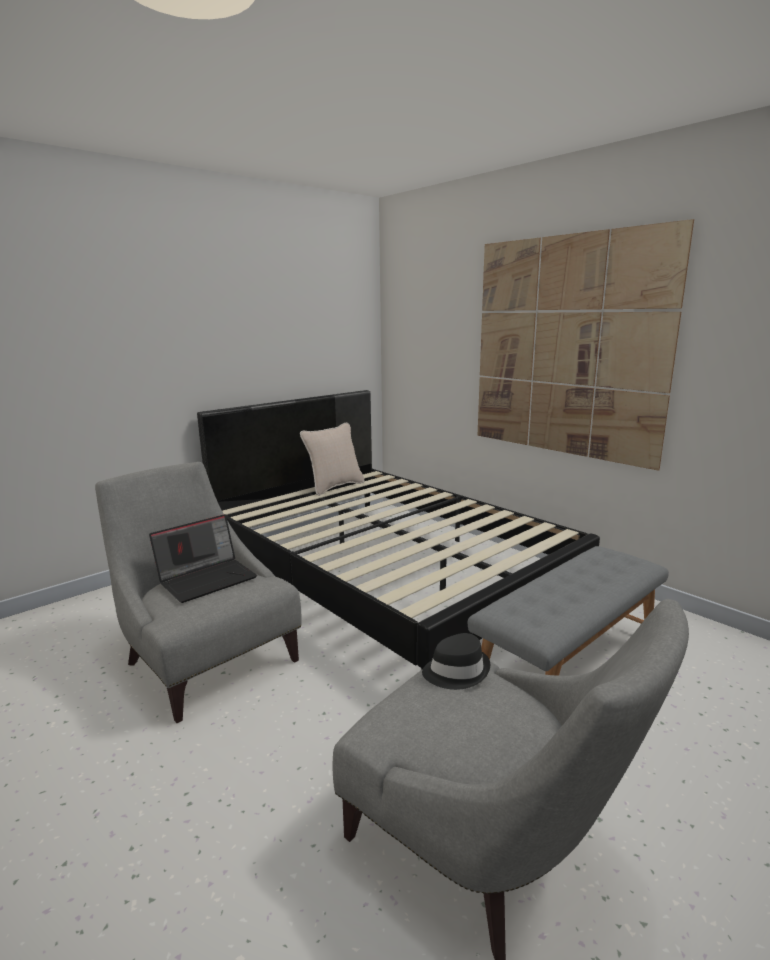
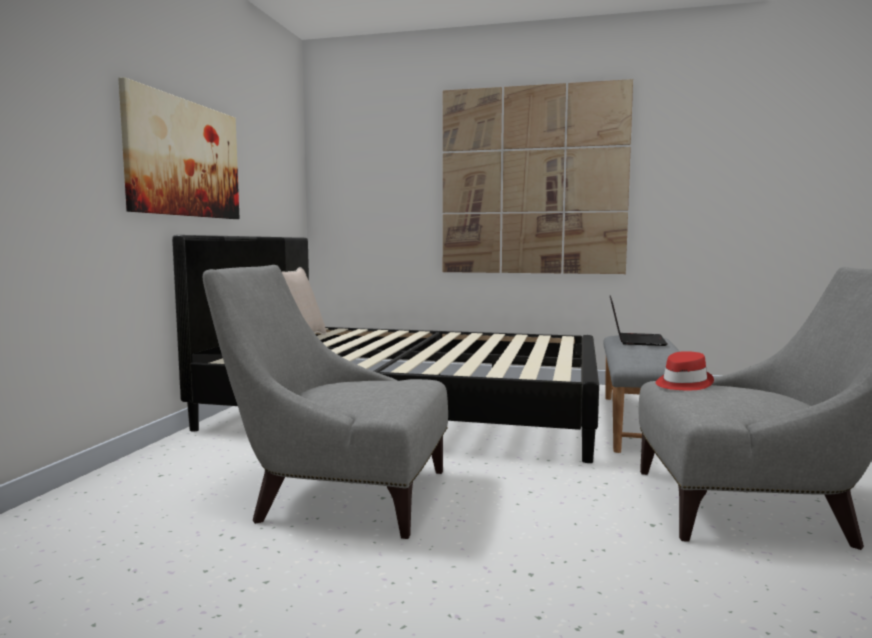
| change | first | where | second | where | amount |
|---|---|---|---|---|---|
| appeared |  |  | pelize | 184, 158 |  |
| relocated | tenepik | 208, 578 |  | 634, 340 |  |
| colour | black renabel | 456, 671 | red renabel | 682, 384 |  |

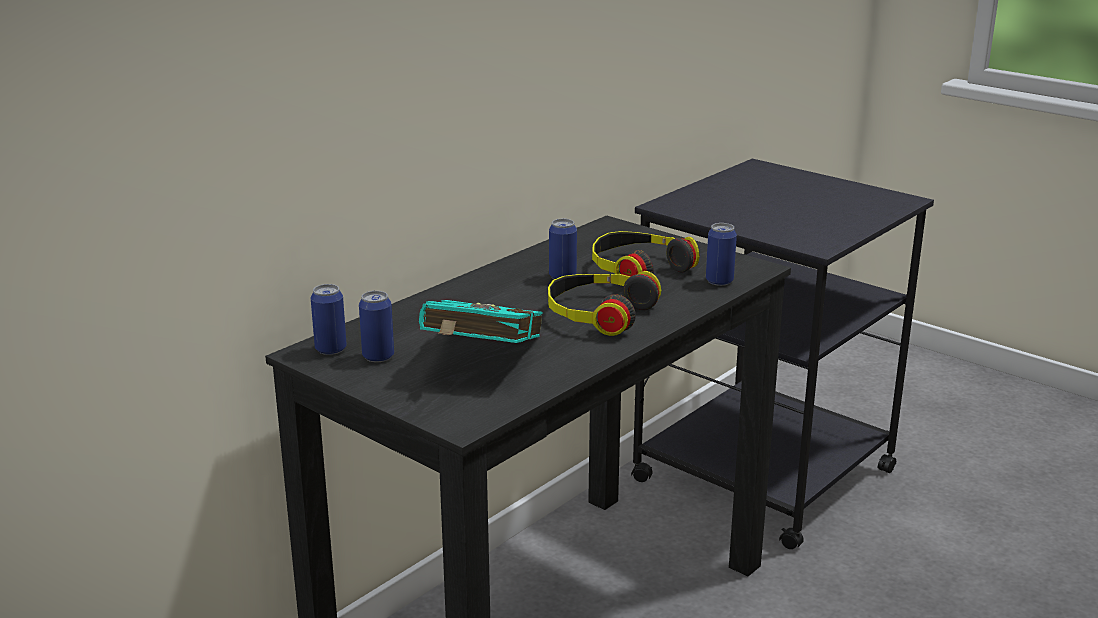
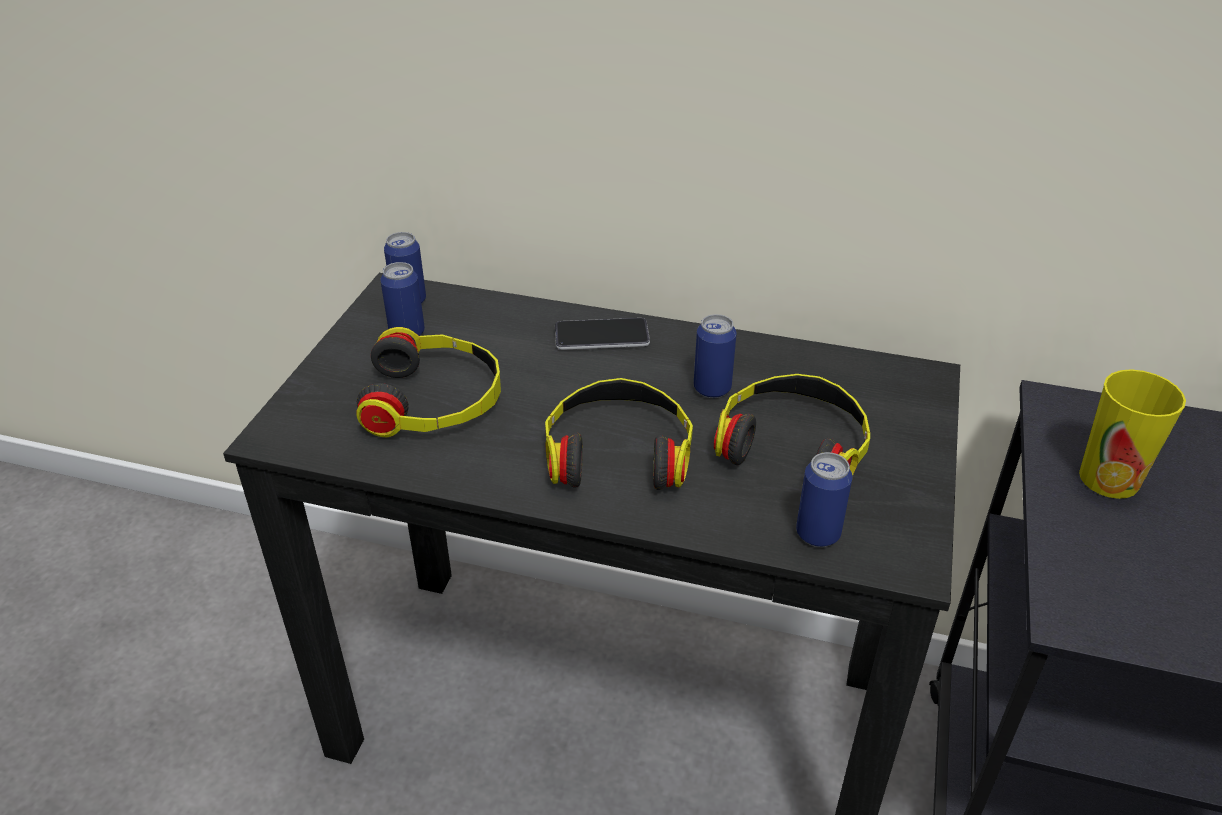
| change | first | where | second | where | amount |
|---|---|---|---|---|---|
| appeared |  |  | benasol | 601, 336 |  |
| appeared |  |  | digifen | 1109, 478 |  |
| exchanged | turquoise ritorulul | 480, 359 | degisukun | 434, 400 |  |

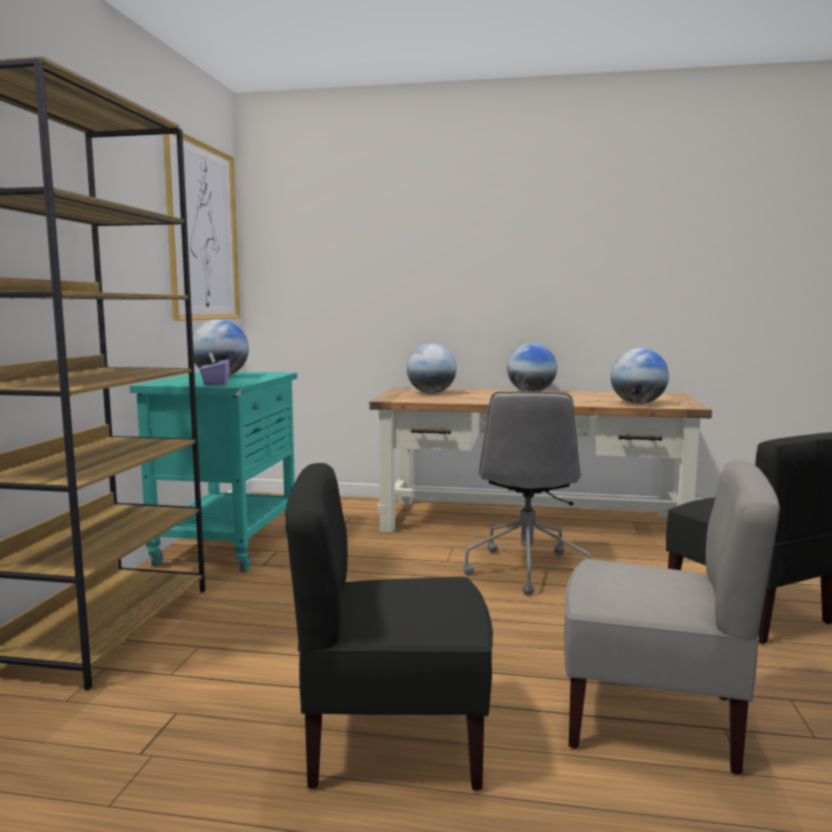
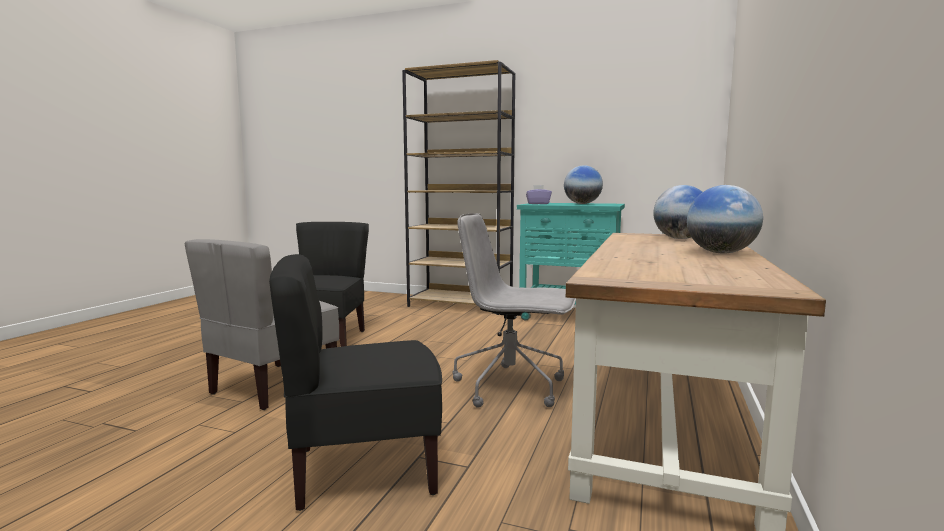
| change | first | where | second | where | amount |
|---|---|---|---|---|---|
| missing | pelize | 203, 232 |  |  |  |
| missing | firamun | 637, 403 |  |  |  |

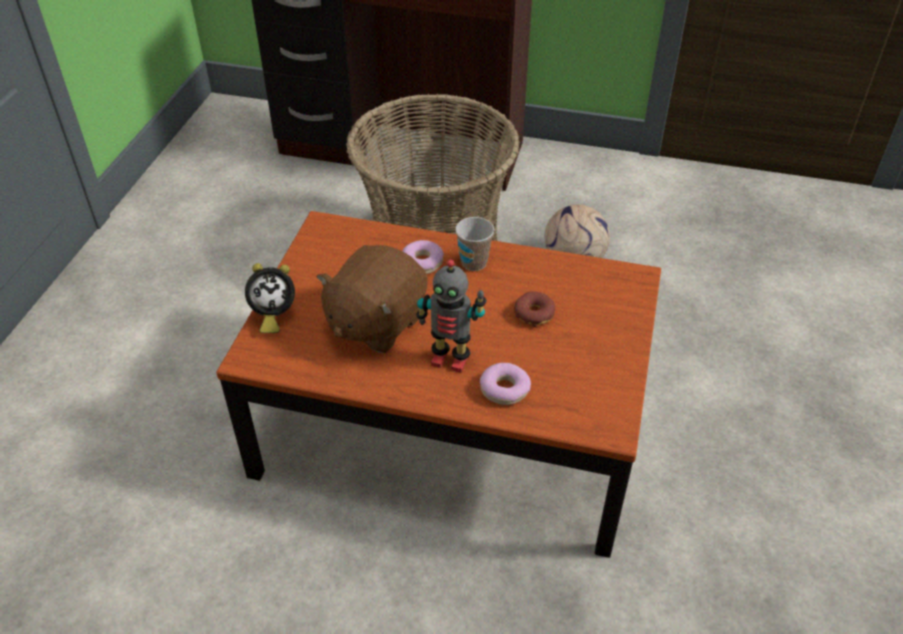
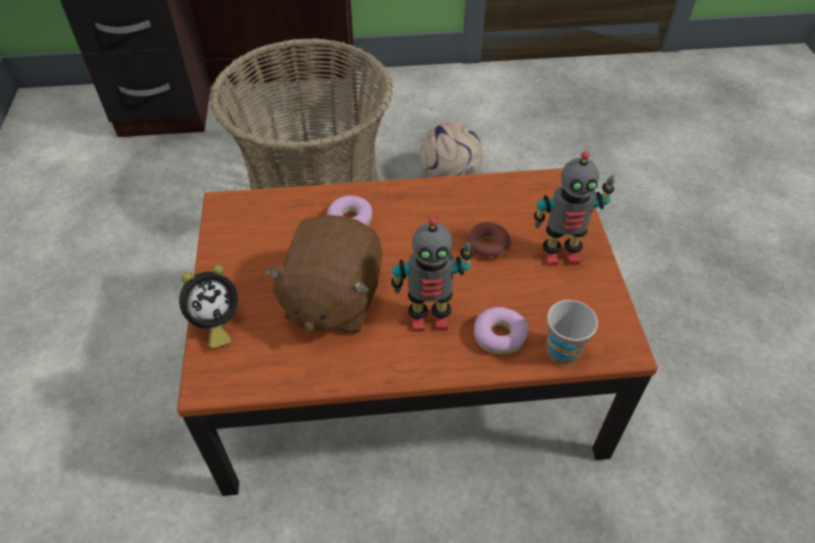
| change | first | where | second | where | amount |
|---|---|---|---|---|---|
| appeared |  |  | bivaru | 560, 254 |  |
| relocated | digifen | 474, 262 |  | 562, 352 |  |

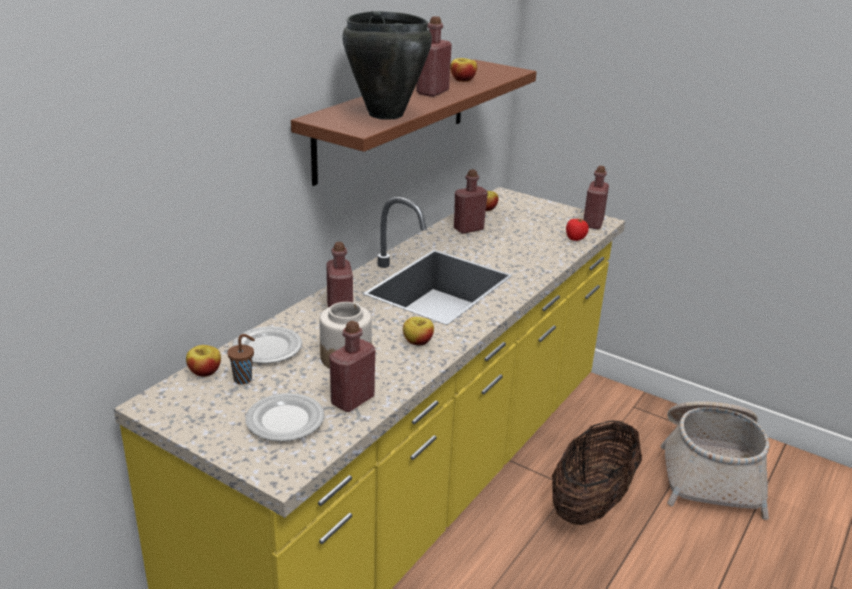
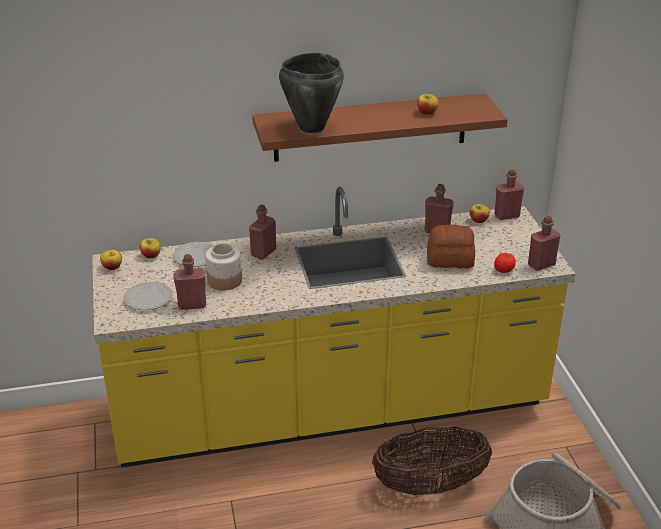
| change | first | where | second | where | amount |
|---|---|---|---|---|---|
| missing | brown digifen | 244, 379 |  |  |  |
| appeared |  |  | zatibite | 449, 260 |  |
| relocated | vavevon | 417, 342 |  | 112, 267 |  |
| relocated | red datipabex | 432, 92 |  | 507, 215 |  |

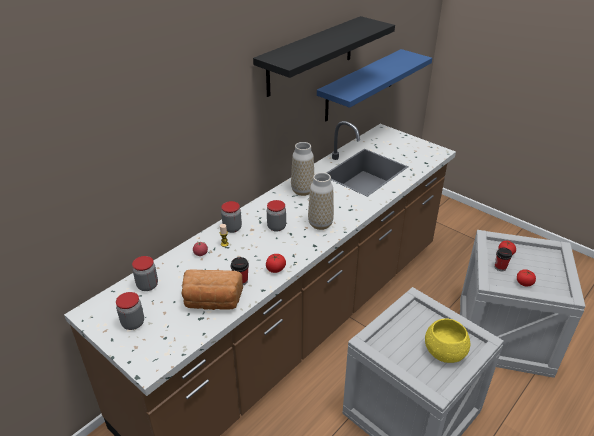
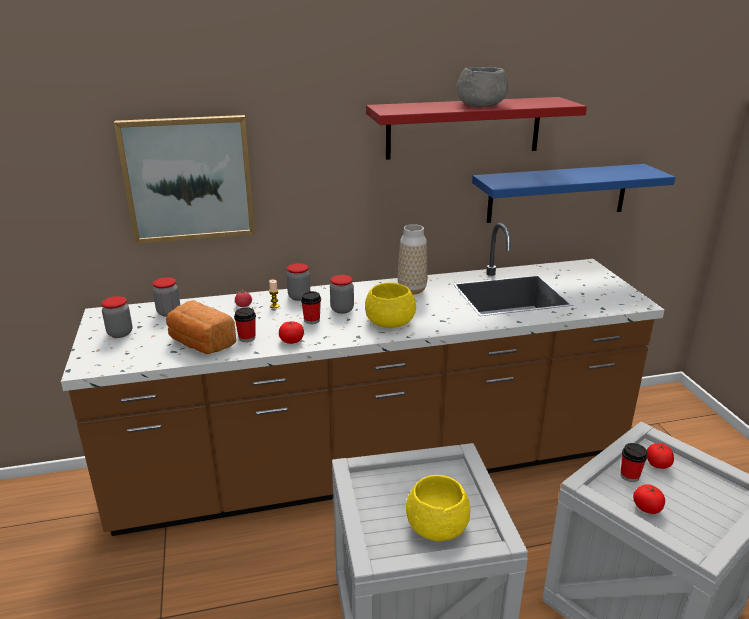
| change | first | where | second | where | amount |
|---|---|---|---|---|---|
| appeared |  |  | pelize | 188, 179 |  |
| appeared |  |  | digifen | 312, 320 |  |
| appeared |  |  | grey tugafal | 480, 105 |  |
| exchanged | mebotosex | 320, 224 | yellow tugafal | 390, 322 |  |
| colour | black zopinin | 311, 56 | red zopinin | 464, 128 |  |

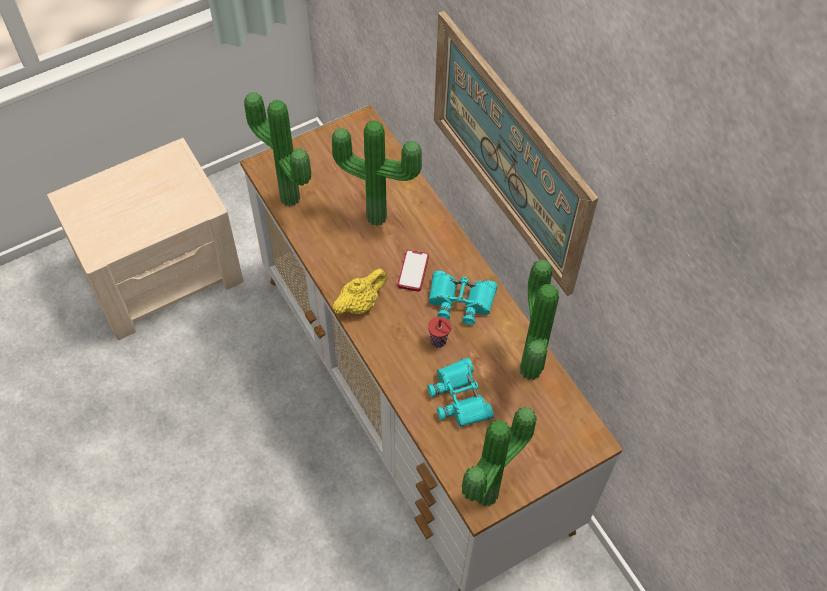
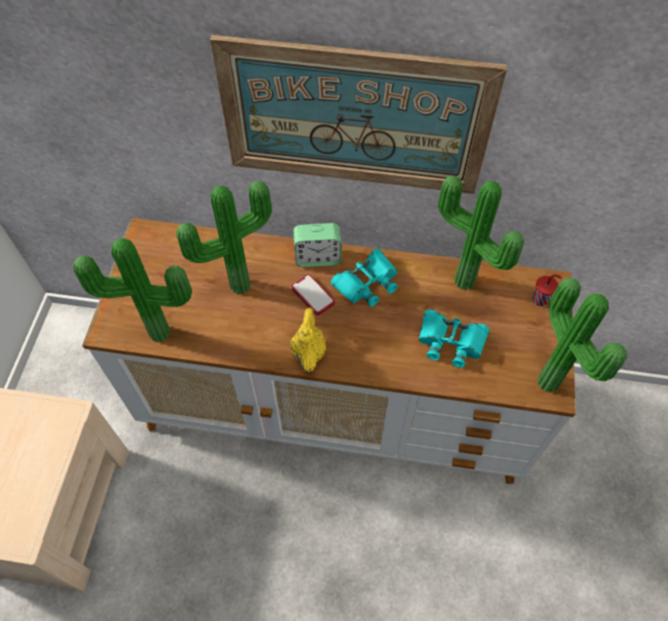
| change | first | where | second | where | amount |
|---|---|---|---|---|---|
| appeared |  |  | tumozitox | 317, 257 |  |
| relocated | red digifen | 439, 341 |  | 541, 300 |  |

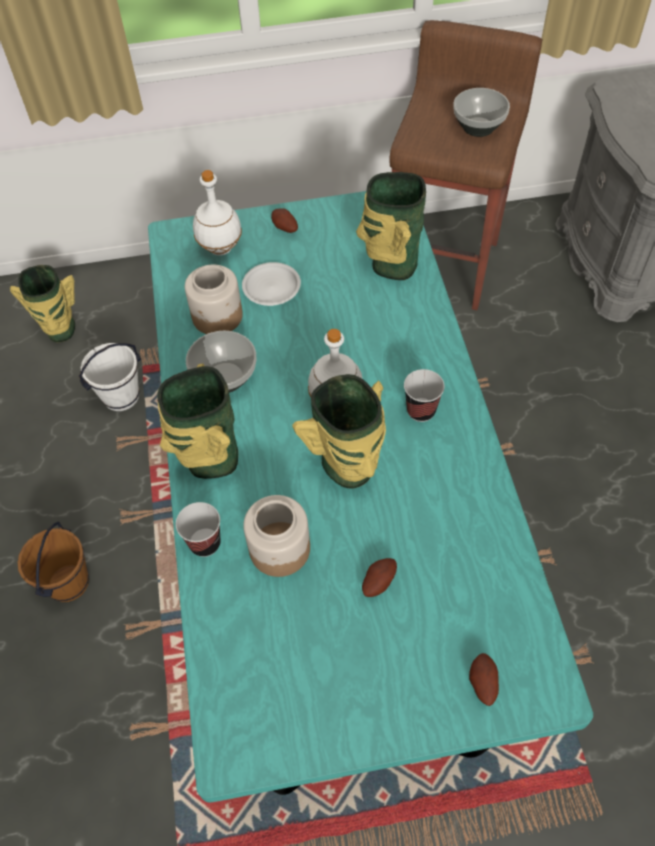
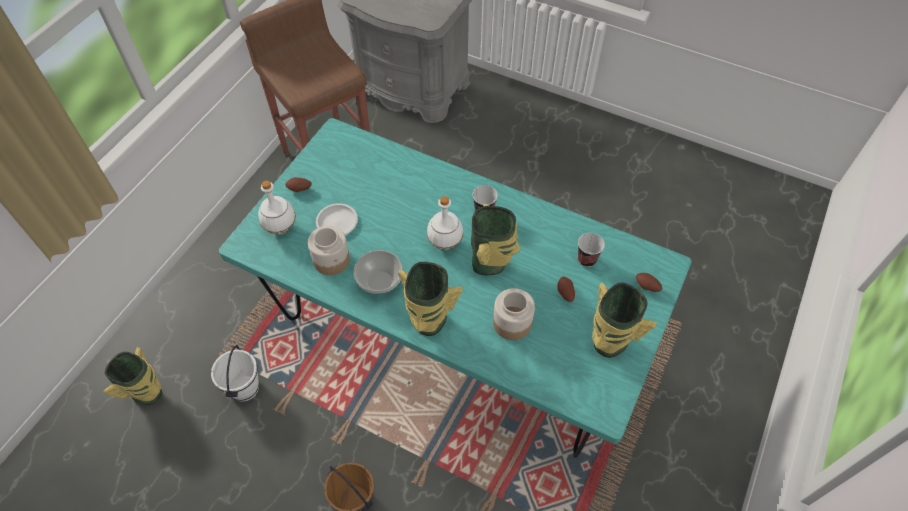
| change | first | where | second | where | amount |
|---|---|---|---|---|---|
| missing | tugafal | 477, 128 |  |  |  |
| relocated | digifen | 205, 543 |  | 586, 259 |  |
| relocated | mebotosex | 391, 265 |  | 608, 343 |  |

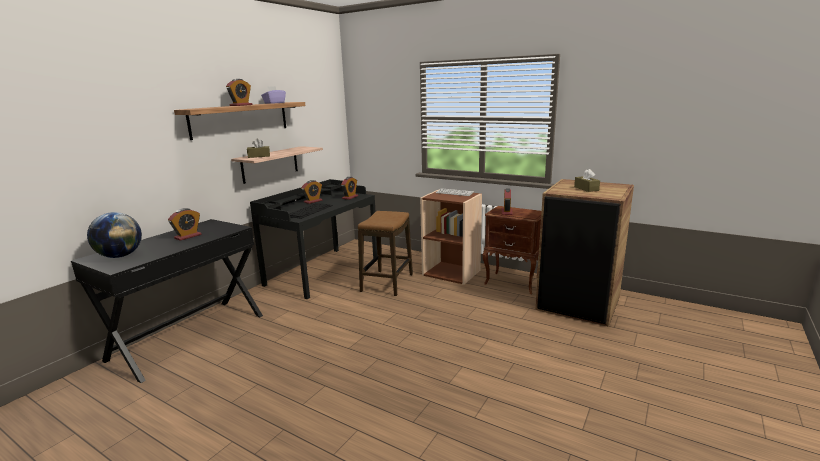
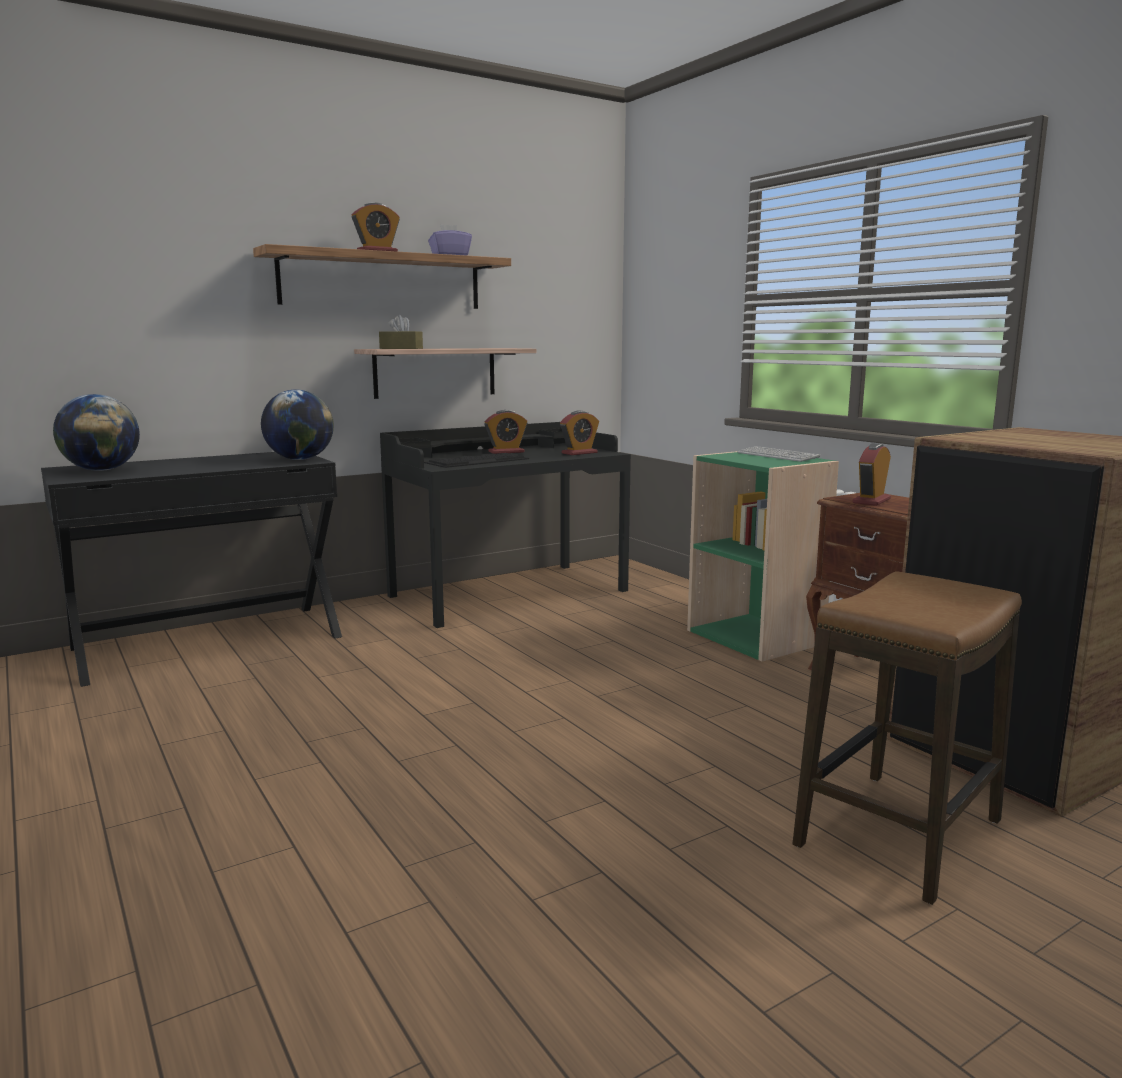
| change | first | where | second | where | amount |
|---|---|---|---|---|---|
| missing | tumozitox | 188, 236 |  |  |  |
| missing | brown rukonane | 586, 188 |  |  |  |
| appeared |  |  | firamun | 299, 459 |  |
| relocated | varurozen | 387, 283 |  | 899, 834 |  |
| colour | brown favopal | 452, 272 | green favopal | 756, 637 |  |

